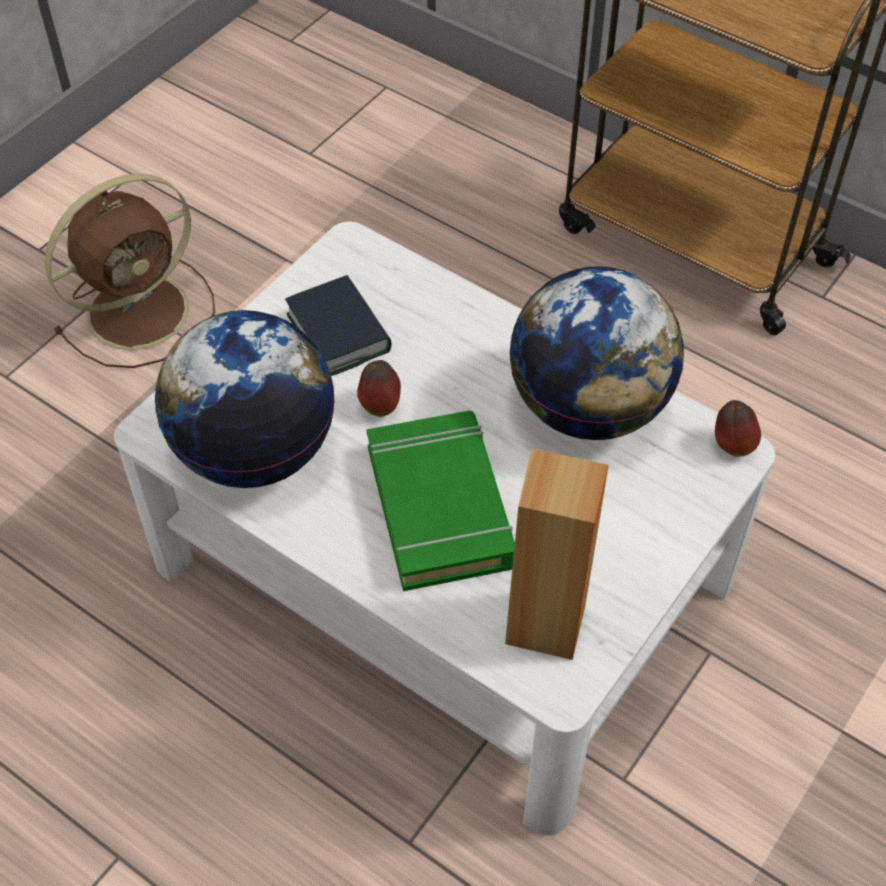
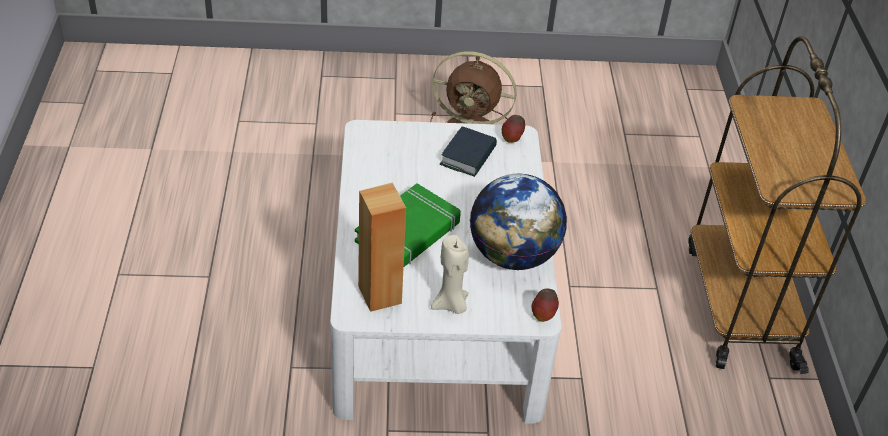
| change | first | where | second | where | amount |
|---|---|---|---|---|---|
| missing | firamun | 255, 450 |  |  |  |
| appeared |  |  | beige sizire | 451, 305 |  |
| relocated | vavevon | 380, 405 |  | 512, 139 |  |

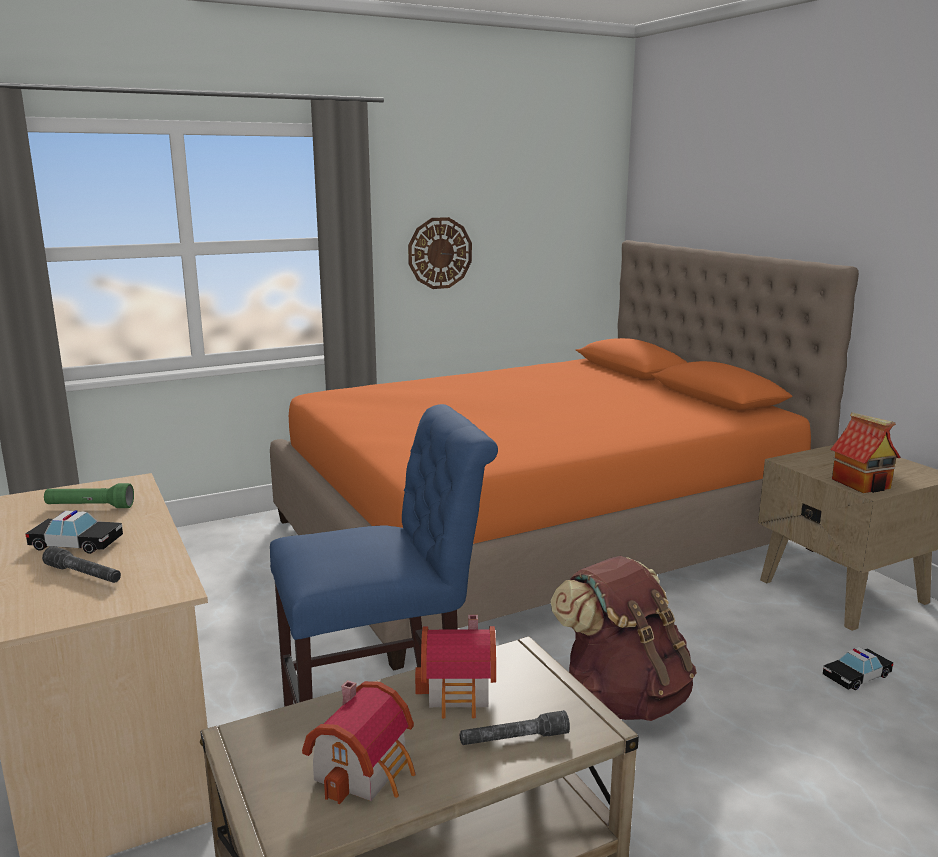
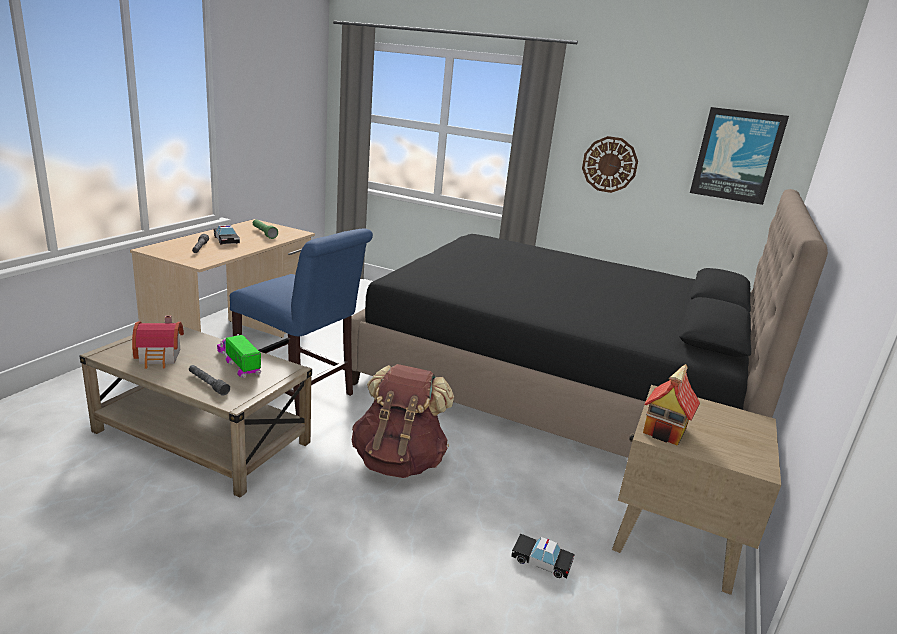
| change | first | where | second | where | amount |
|---|---|---|---|---|---|
| appeared |  |  | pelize | 737, 155 |  |
| exchanged | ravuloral | 461, 692 | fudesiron | 239, 363 |  |
| colour | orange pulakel | 540, 534 | black pulakel | 557, 384 |  |

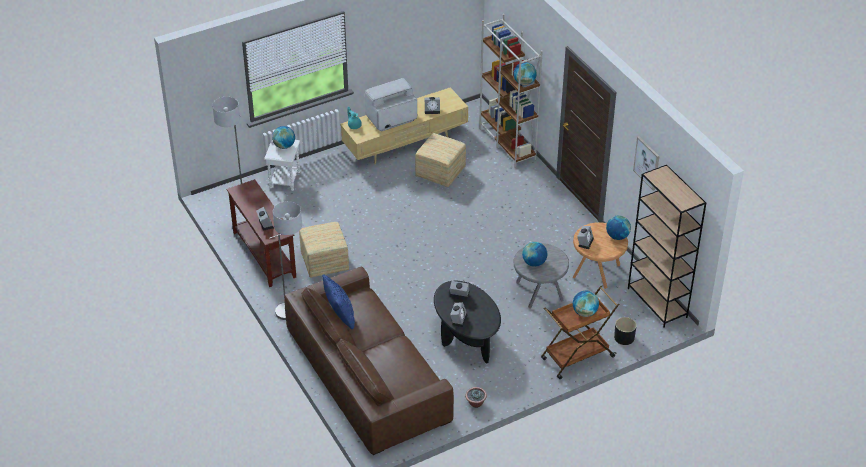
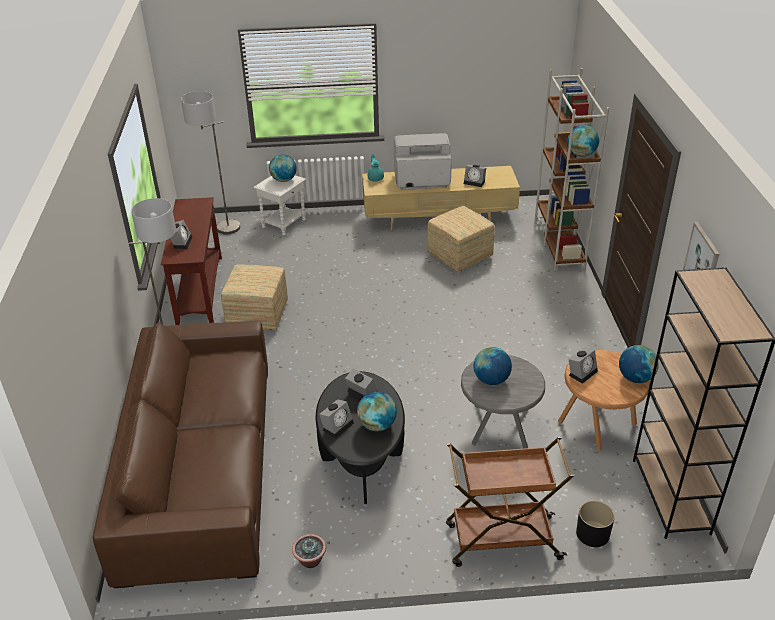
| change | first | where | second | where | amount |
|---|---|---|---|---|---|
| missing | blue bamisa | 340, 316 |  |  |  |
| relocated | firamun | 584, 312 |  | 377, 425 |  |

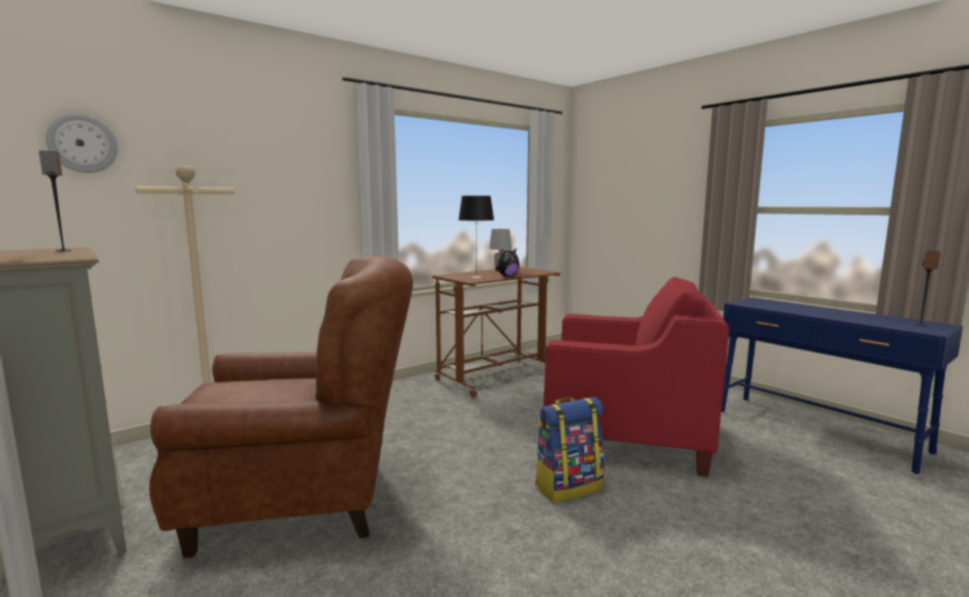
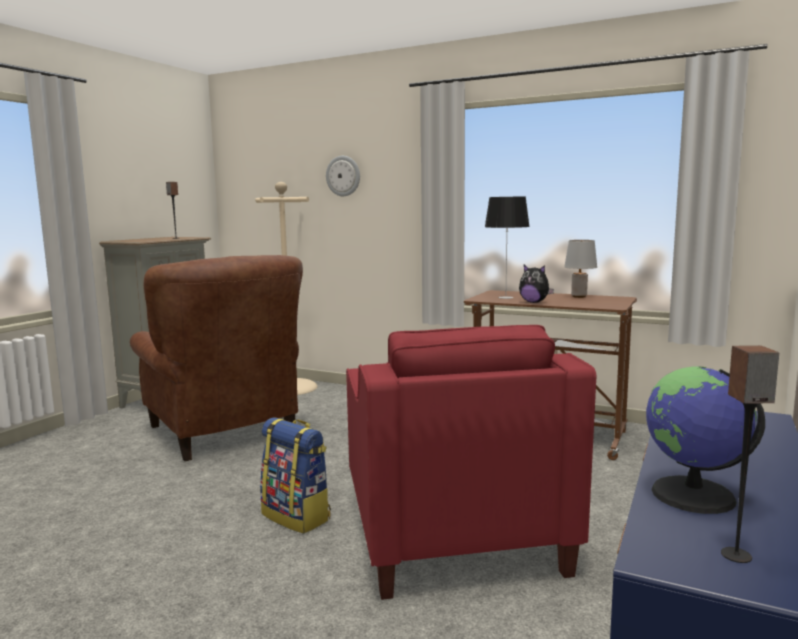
| change | first | where | second | where | amount |
|---|---|---|---|---|---|
| appeared |  |  | firamun | 693, 496 |  |
| relocated | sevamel | 82, 143 |  | 343, 176 |  |

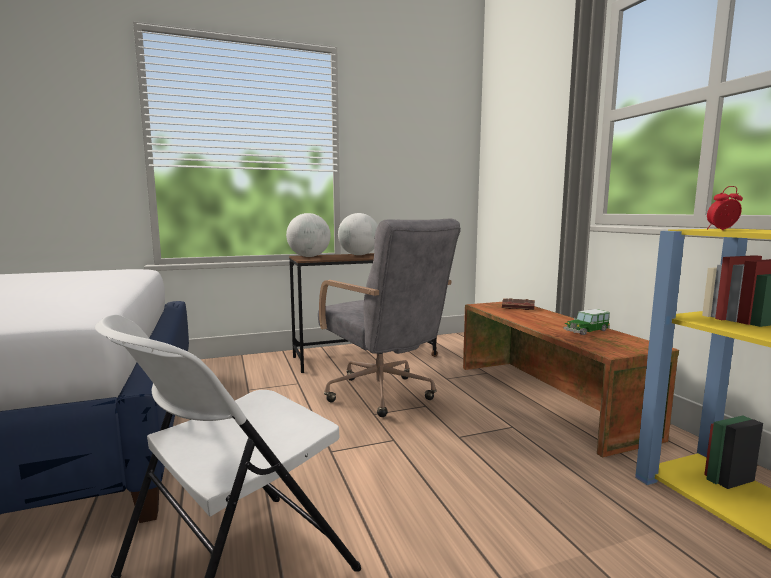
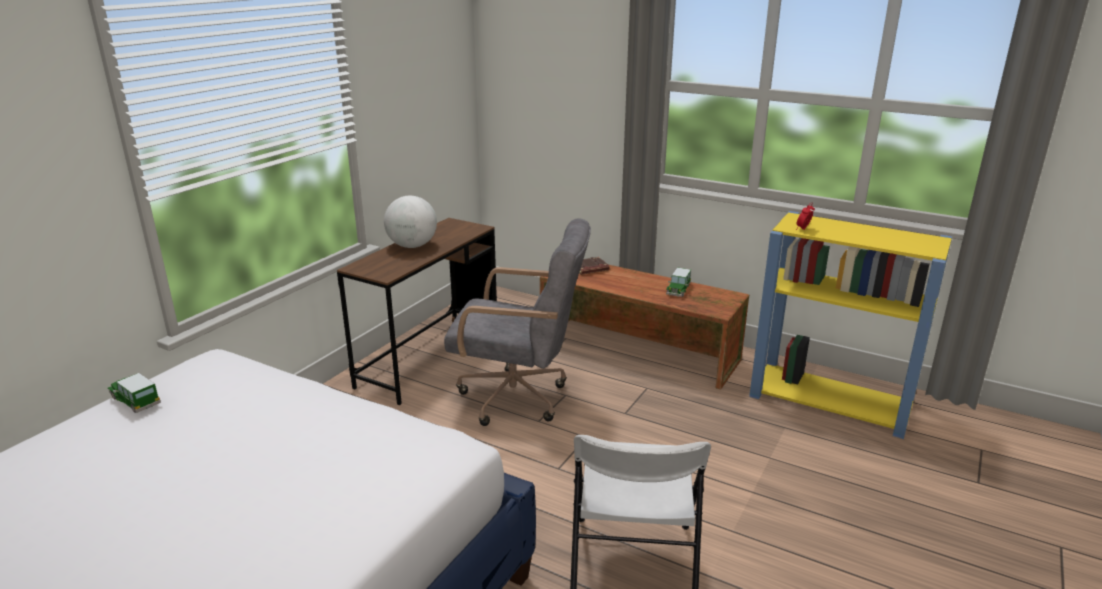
| change | first | where | second | where | amount |
|---|---|---|---|---|---|
| missing | firamun | 309, 256 |  |  |  |
| appeared |  |  | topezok | 135, 400 |  |

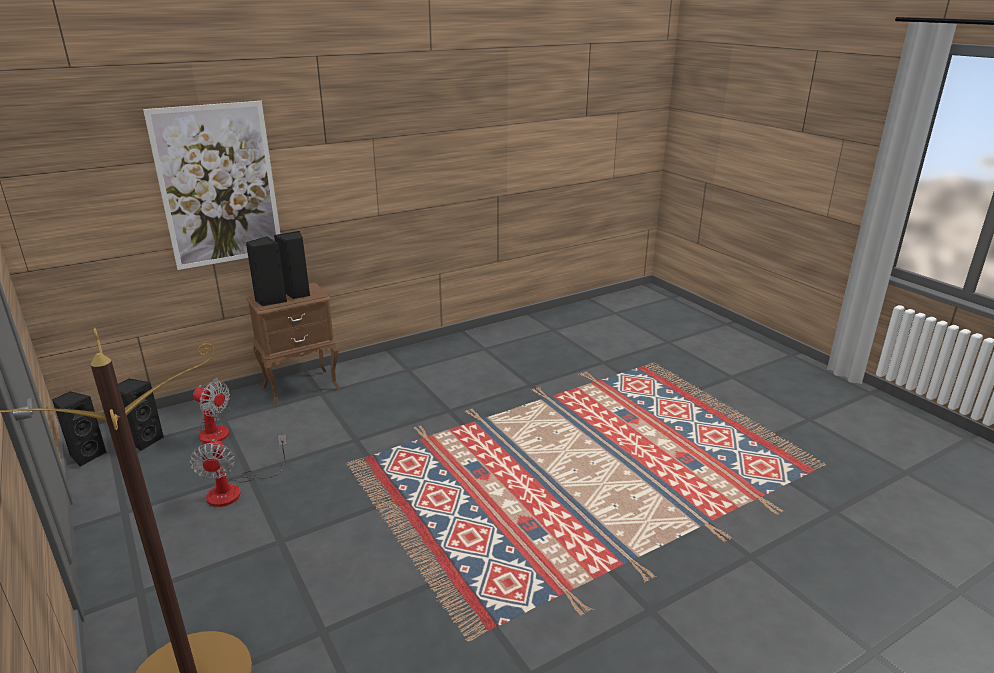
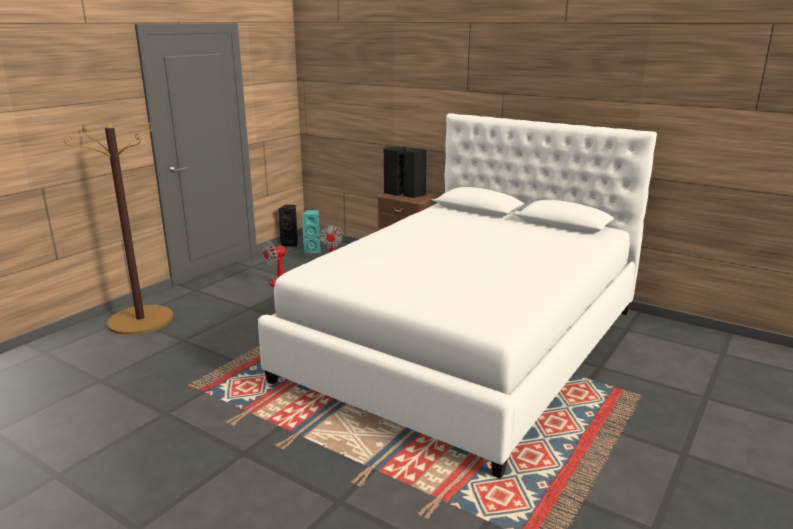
| change | first | where | second | where | amount |
|---|---|---|---|---|---|
| missing | pelize | 218, 186 |  |  |  |
| appeared |  |  | white pulakel | 467, 344 |  |
| colour | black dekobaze | 145, 441 | turquoise dekobaze | 313, 250 |  |

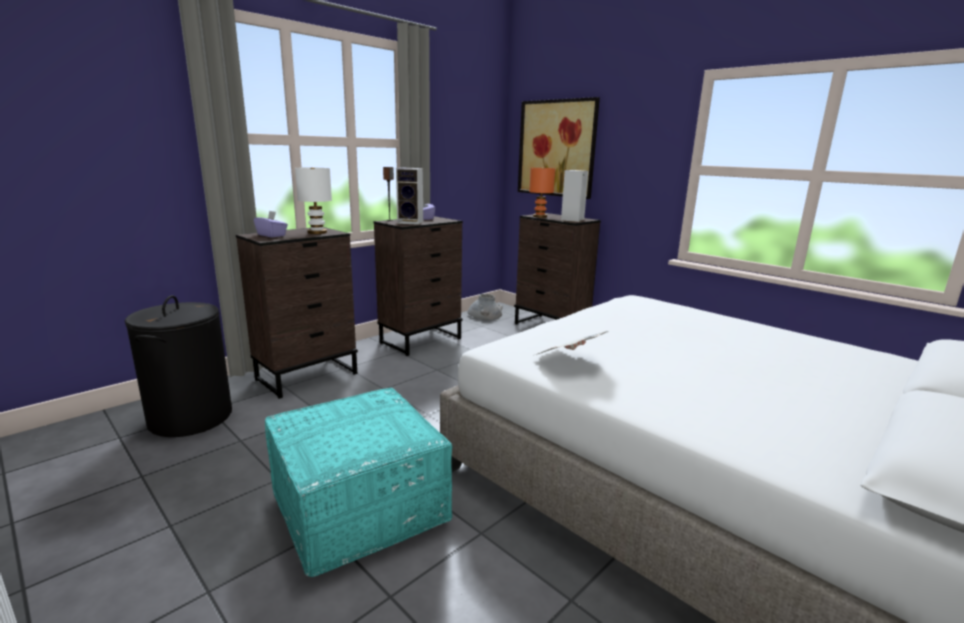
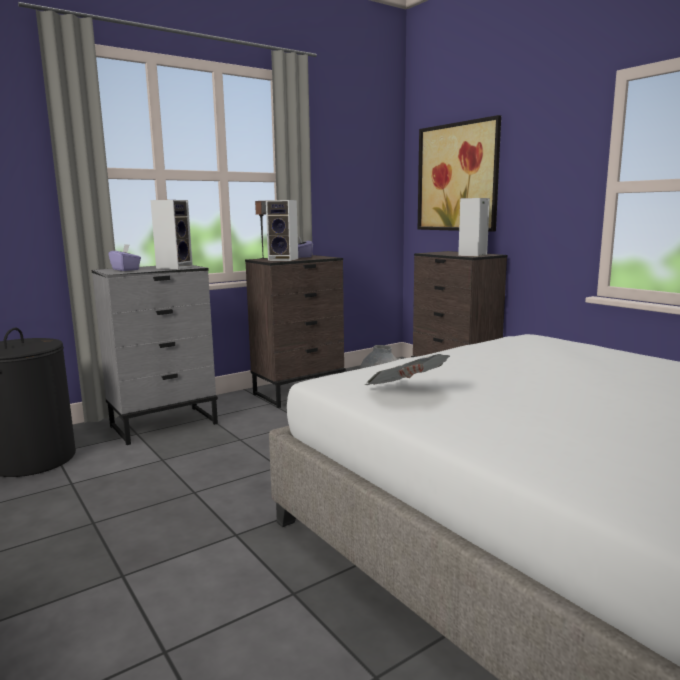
| change | first | where | second | where | amount |
|---|---|---|---|---|---|
| missing | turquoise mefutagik | 359, 510 |  |  |  |
| missing | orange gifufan | 540, 216 |  |  |  |
| exchanged | white gifufan | 317, 232 | dekobaze | 174, 267 |  |
| colour | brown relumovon | 308, 376 | grey relumovon | 165, 425 |  |

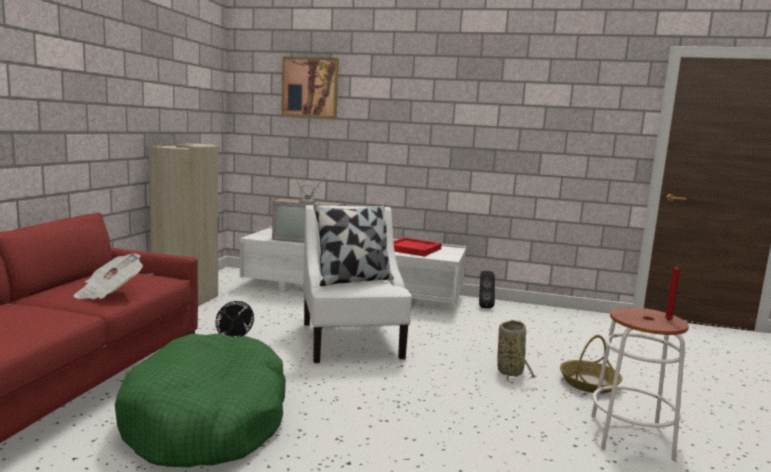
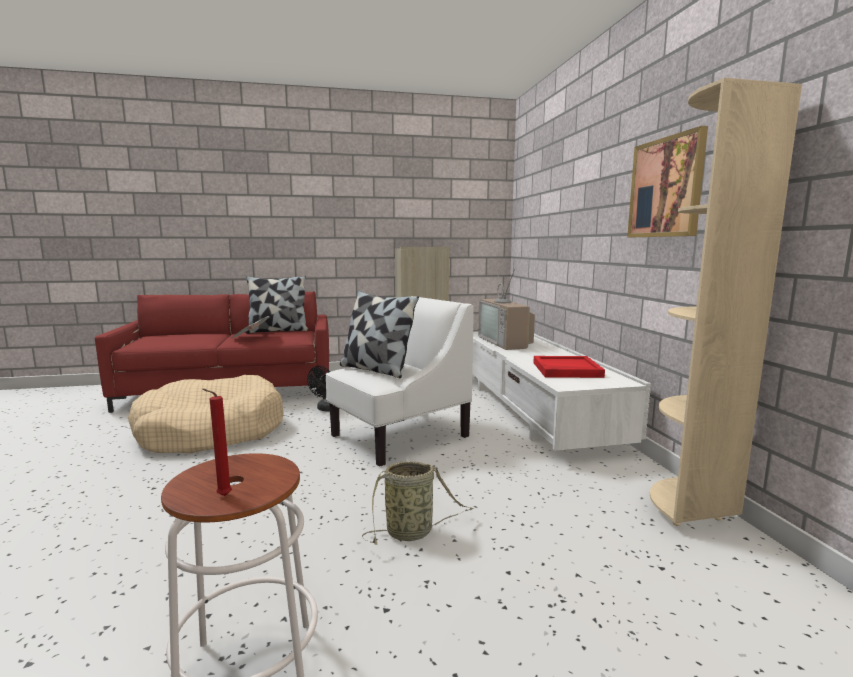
| change | first | where | second | where | amount |
|---|---|---|---|---|---|
| missing | black dekobaze | 484, 306 |  |  |  |
| missing | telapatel | 589, 383 |  |  |  |
| appeared |  |  | bamisa | 278, 331 |  |
| appeared |  |  | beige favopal | 684, 509 |  |
| relocated | pelize | 310, 87 |  | 666, 188 |  |
| colour | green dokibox | 207, 420 | beige dokibox | 211, 431 |  |

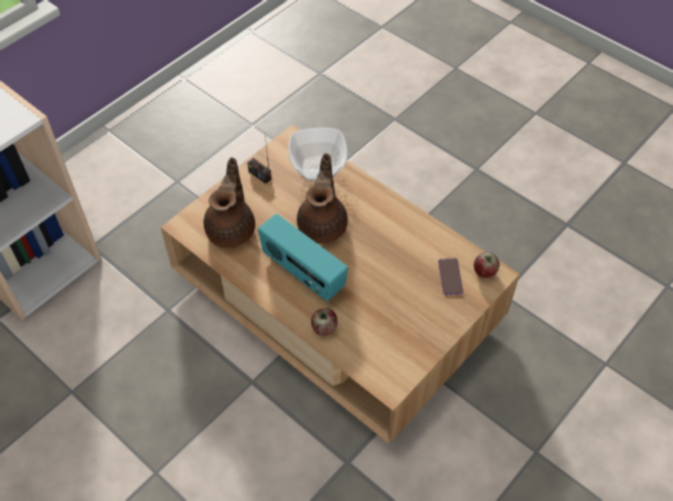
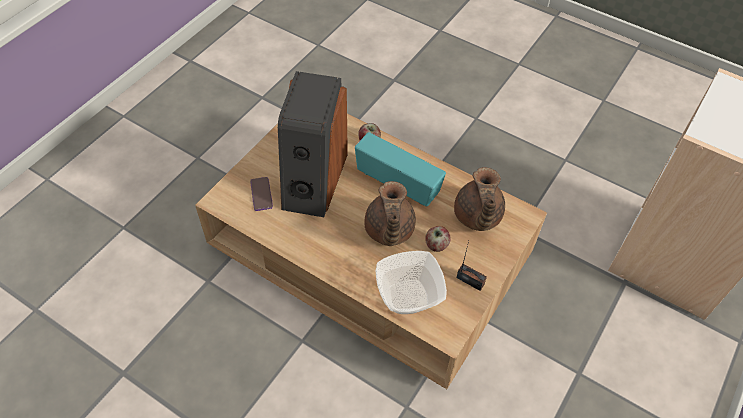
| change | first | where | second | where | amount |
|---|---|---|---|---|---|
| appeared |  |  | dekobaze | 313, 180 |  |
| relocated | vavevon | 485, 272 |  | 436, 245 |  |

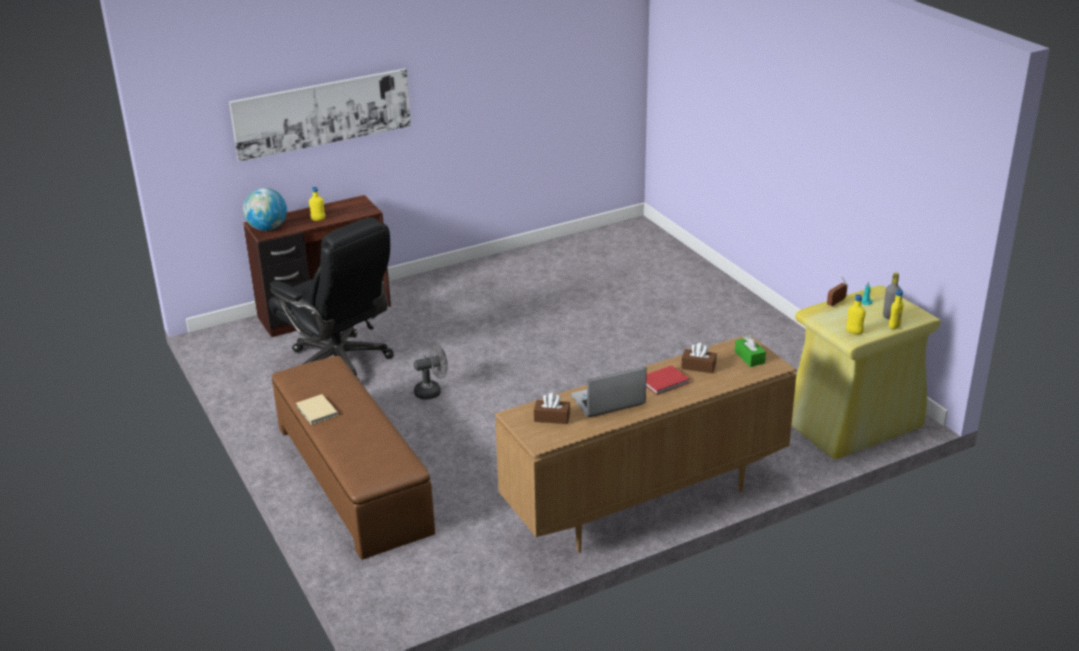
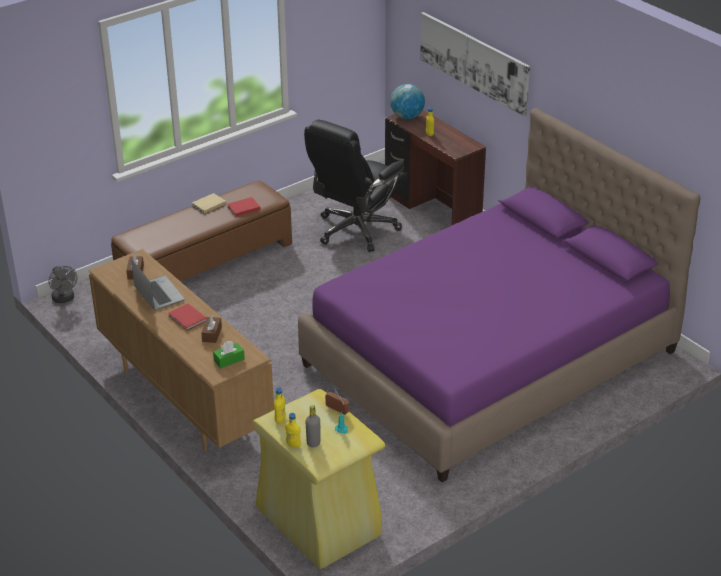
| change | first | where | second | where | amount |
|---|---|---|---|---|---|
| appeared |  |  | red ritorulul | 242, 208 |  |
| appeared |  |  | purple pulakel | 490, 358 |  |
| relocated | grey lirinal | 432, 391 |  | 64, 299 |  |

